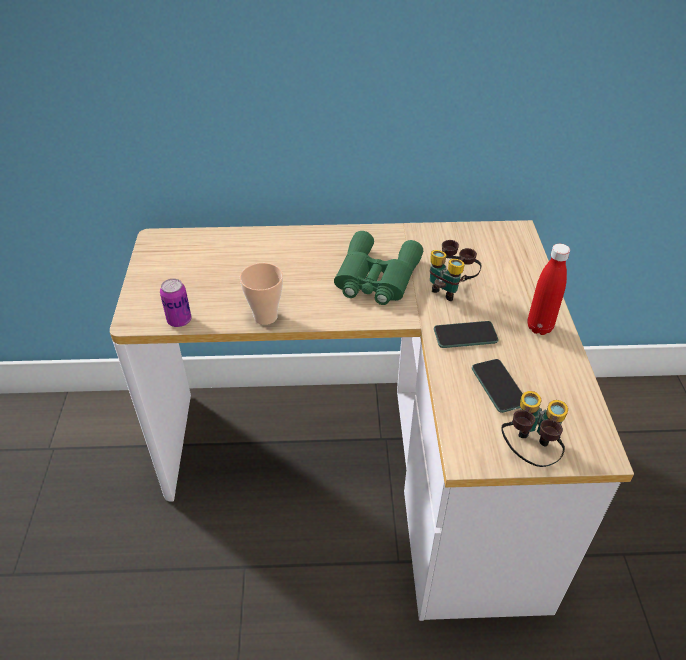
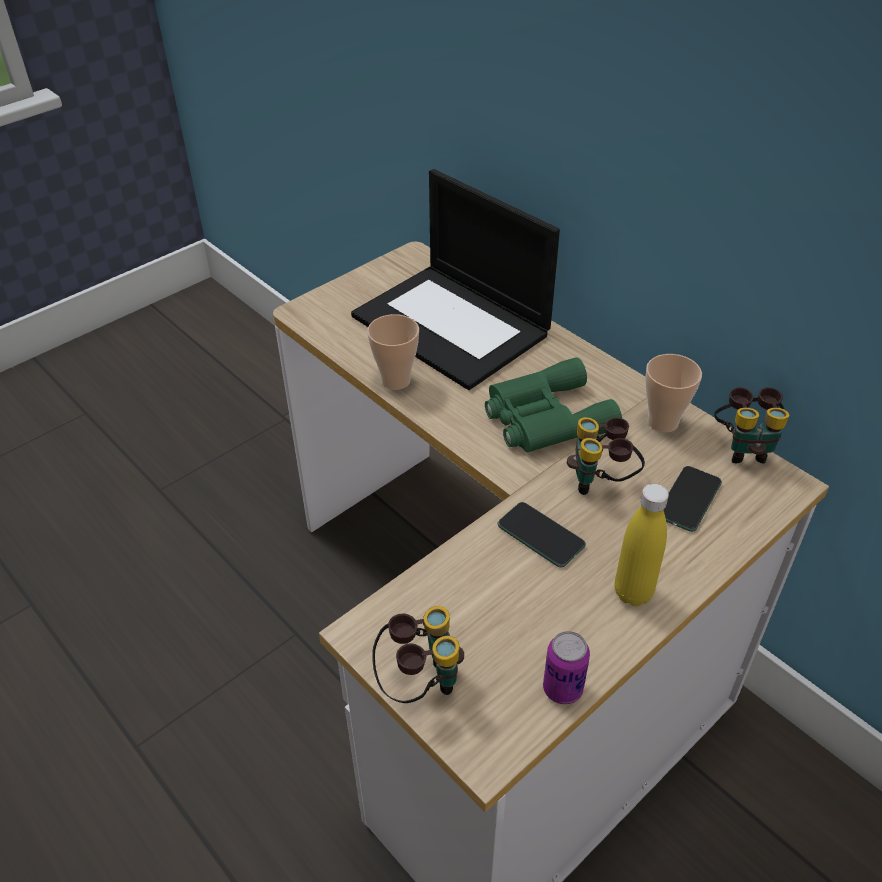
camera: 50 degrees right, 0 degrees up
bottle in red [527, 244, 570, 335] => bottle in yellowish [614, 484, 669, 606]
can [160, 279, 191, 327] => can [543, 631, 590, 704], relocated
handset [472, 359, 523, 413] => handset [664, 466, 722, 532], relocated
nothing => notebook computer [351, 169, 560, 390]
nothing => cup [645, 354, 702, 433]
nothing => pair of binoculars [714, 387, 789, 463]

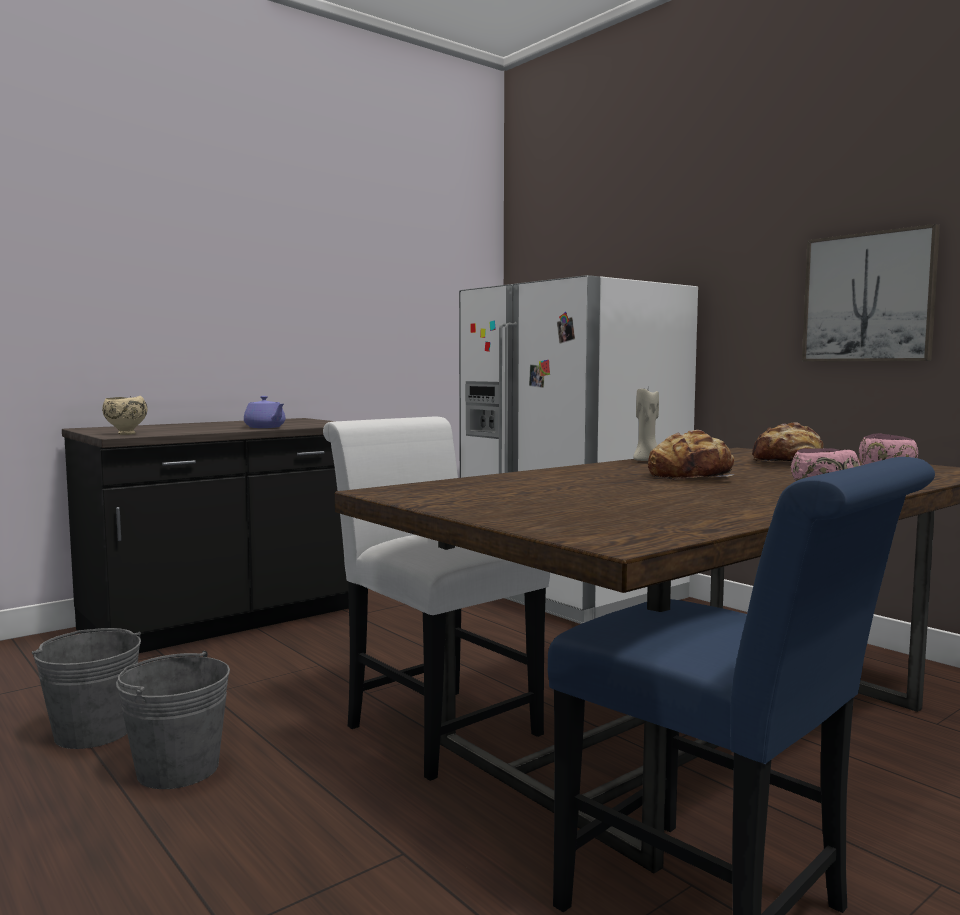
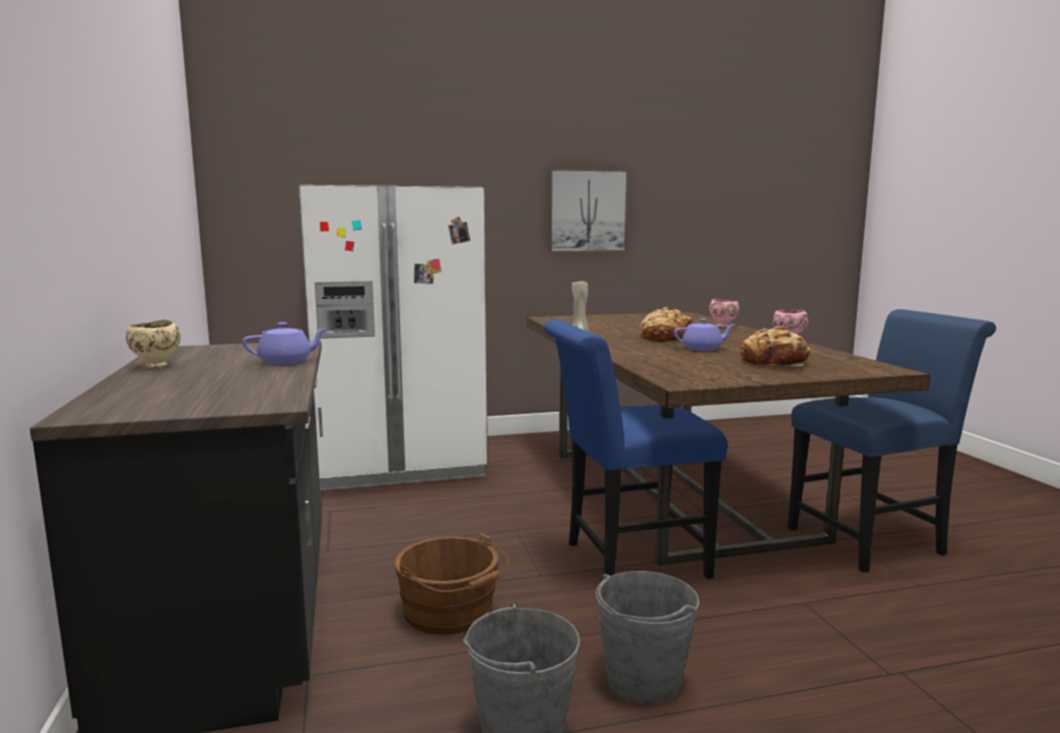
camera: 65 degrees left, 5 degrees up
deep dish in sand-coloured [102, 396, 148, 435] => deep dish in sand-coloured [126, 320, 180, 368], relocated
upright chair in white-coloured [323, 416, 550, 781] => upright chair in blue-coloured [543, 320, 727, 579]
bread [752, 422, 823, 461] => bread [740, 326, 810, 366], relocated
nothing => teapot in purple-coloured [674, 319, 735, 351]
nothing => water bucket in brown [394, 533, 509, 635]

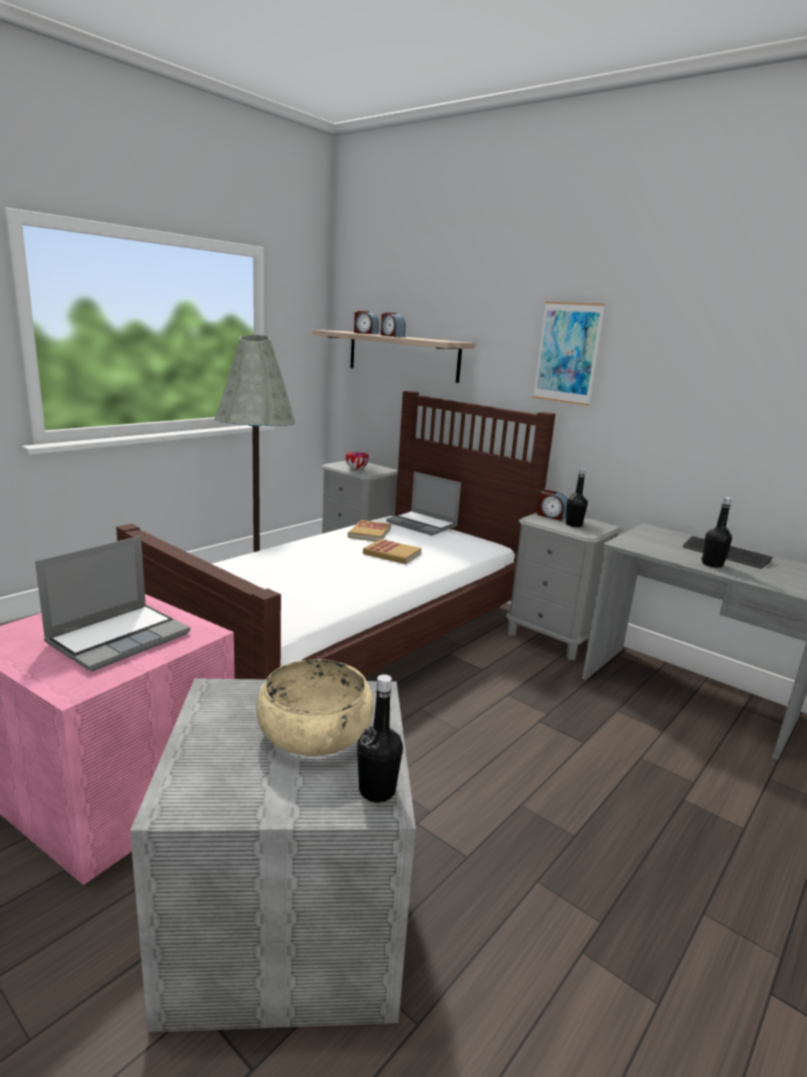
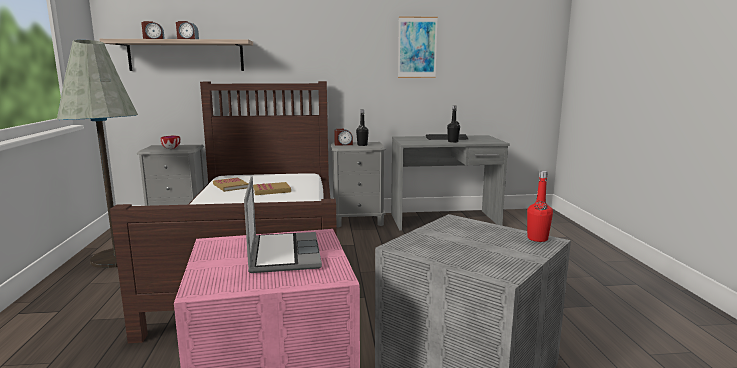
camera: 45 degrees left, 5 degrees down
picture [533, 301, 605, 406] => picture [398, 16, 438, 78], relocated
notebook computer [386, 472, 461, 536] => nothing
deep dish in sand-coloured [256, 659, 374, 756] => nothing
bottle in black [357, 674, 403, 802] => bottle in red [527, 171, 553, 242]

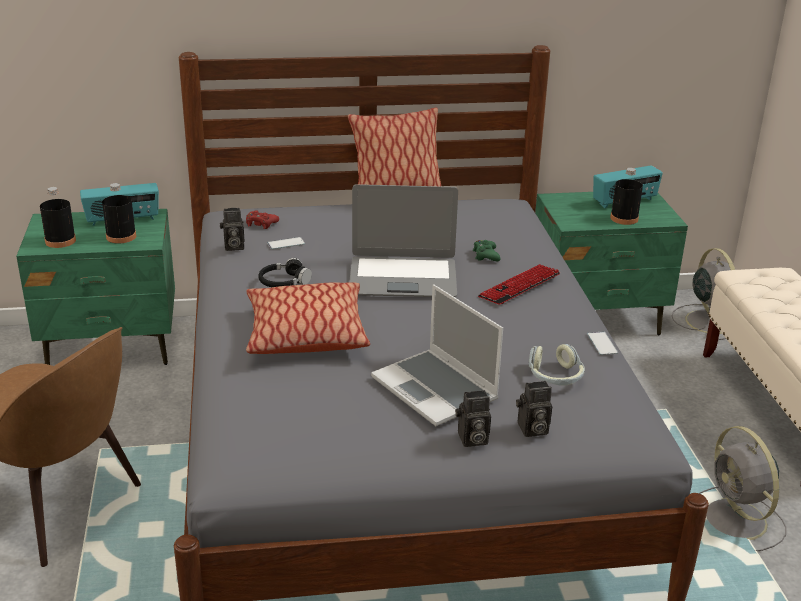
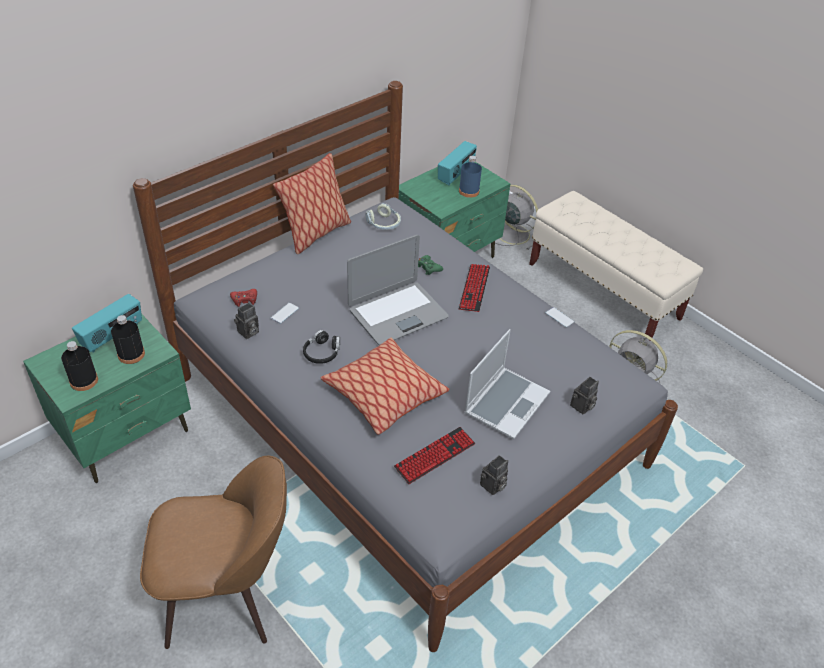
camera: 35 degrees left, 15 degrees up
bottle in black [610, 168, 643, 225] => bottle in blue-coloured [459, 156, 482, 198]
notebook computer [371, 284, 503, 426] => notebook computer [464, 329, 550, 440], 75 degrees counterclockwise
headphones [529, 344, 585, 386] => headphones [366, 203, 401, 230], relocated
photo camera [455, 390, 491, 447] => photo camera [480, 455, 508, 495], relocated
nothing => PC keyboard [394, 427, 475, 484]

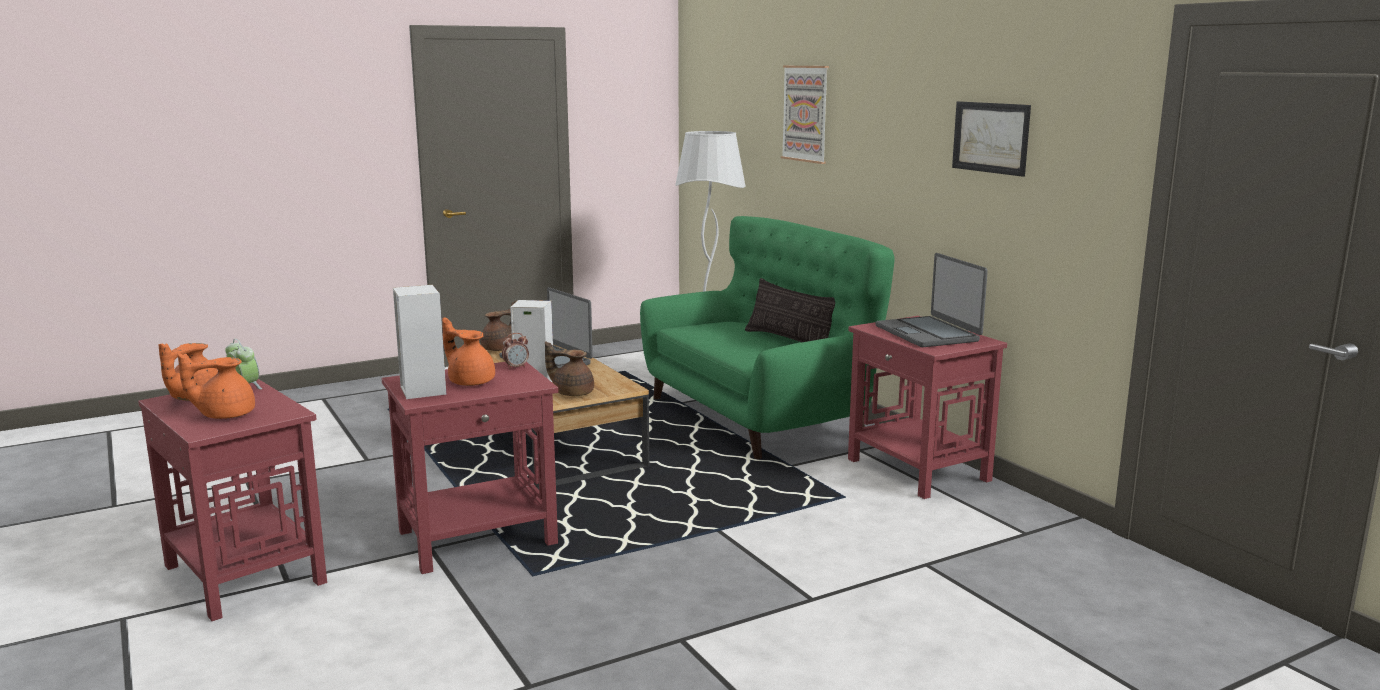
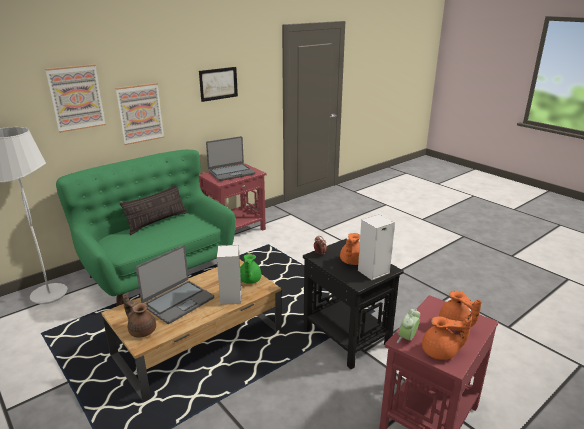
camera: 100 degrees left, 10 degrees up
teapot in brown [545, 341, 594, 396] => teapot in green [240, 254, 261, 283]
accent table in red [382, 362, 558, 574] => accent table in black [303, 239, 404, 369]
nothing => picture [115, 83, 164, 145]

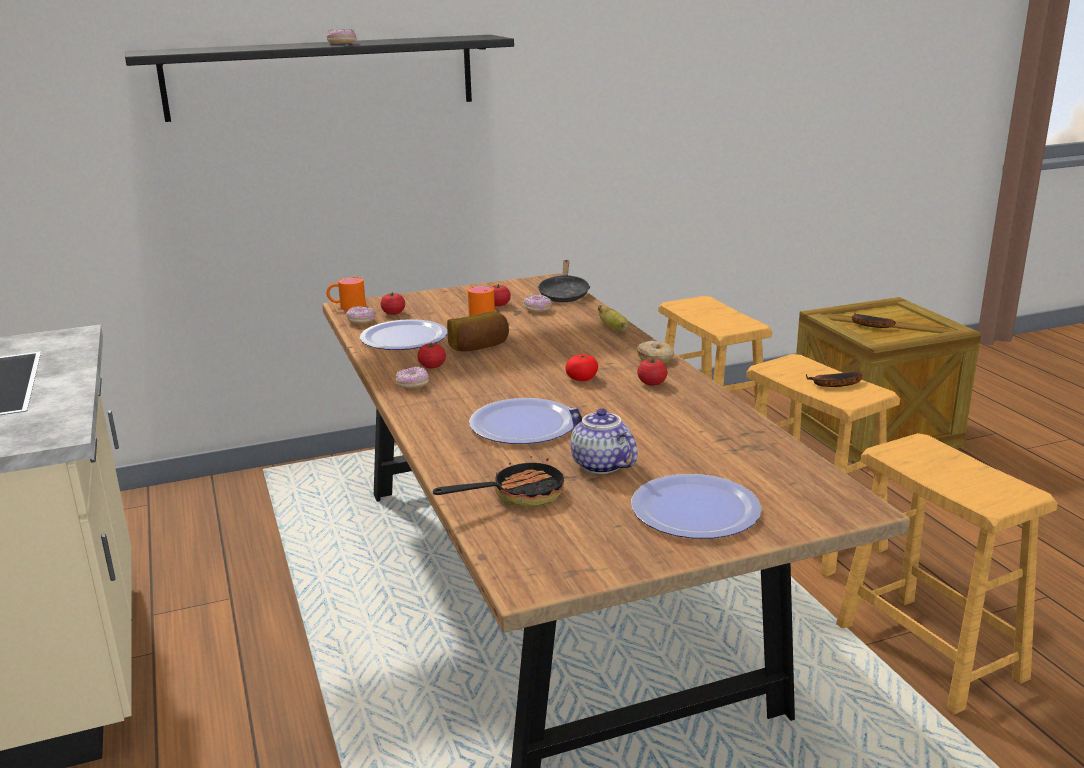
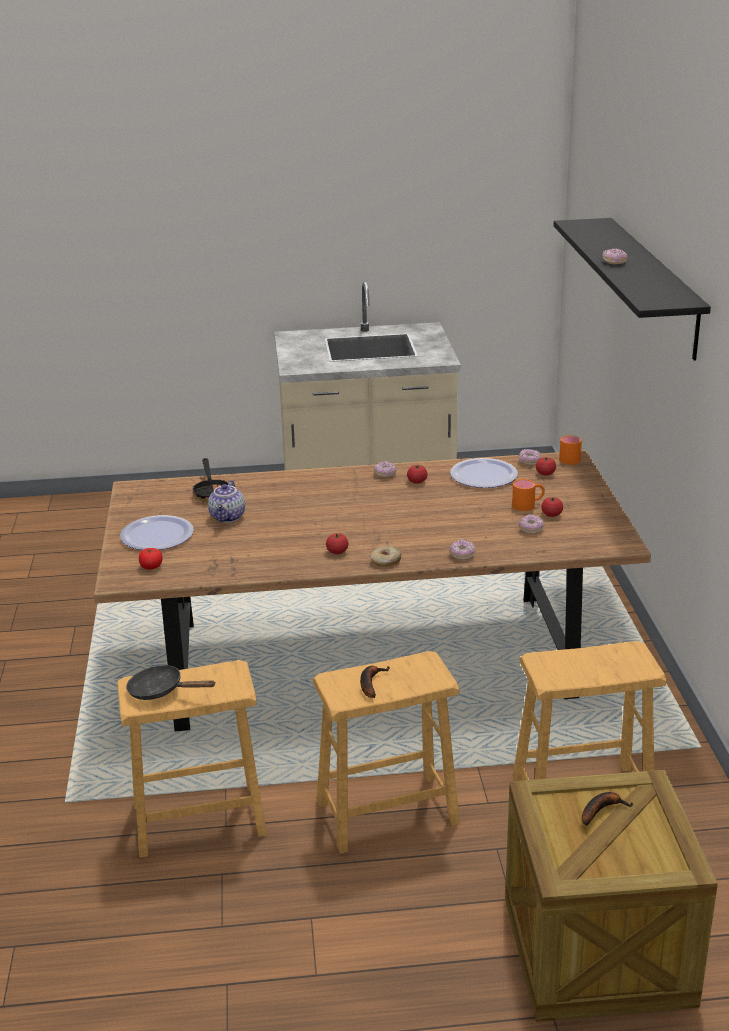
camera: 105 degrees right, 5 degrees up
pan in black [538, 260, 590, 302] => pan in black [126, 665, 216, 700], relocated
banana fruit [598, 305, 628, 332] => doughnut [449, 539, 476, 560]
bread [447, 311, 509, 352] => nothing
whole tomato [565, 354, 598, 381] => whole tomato [139, 548, 163, 570], relocated
dinner plate [469, 398, 573, 444] => nothing
teapot [568, 407, 637, 474] => teapot [208, 480, 245, 523], 120 degrees clockwise

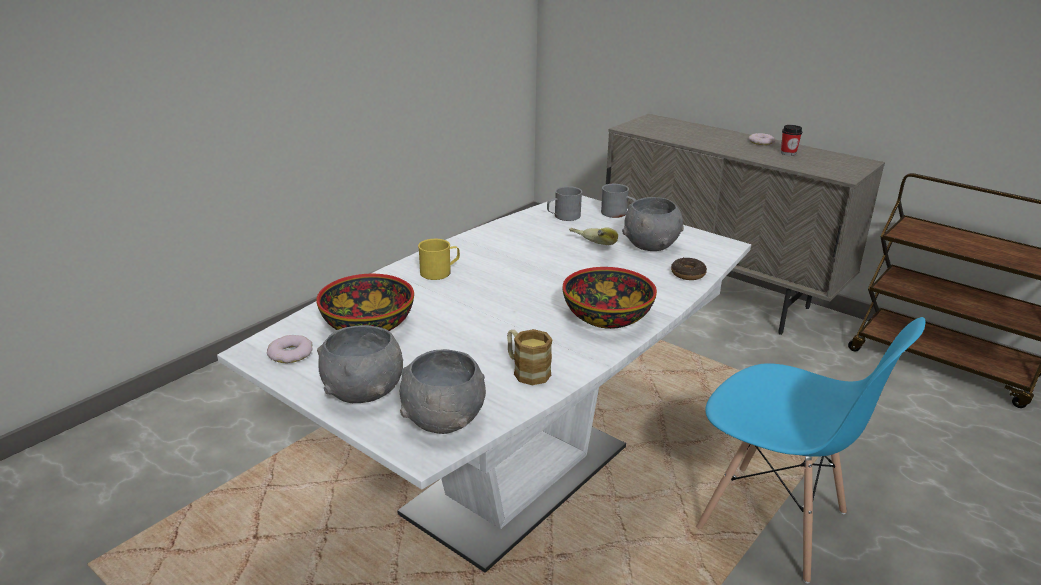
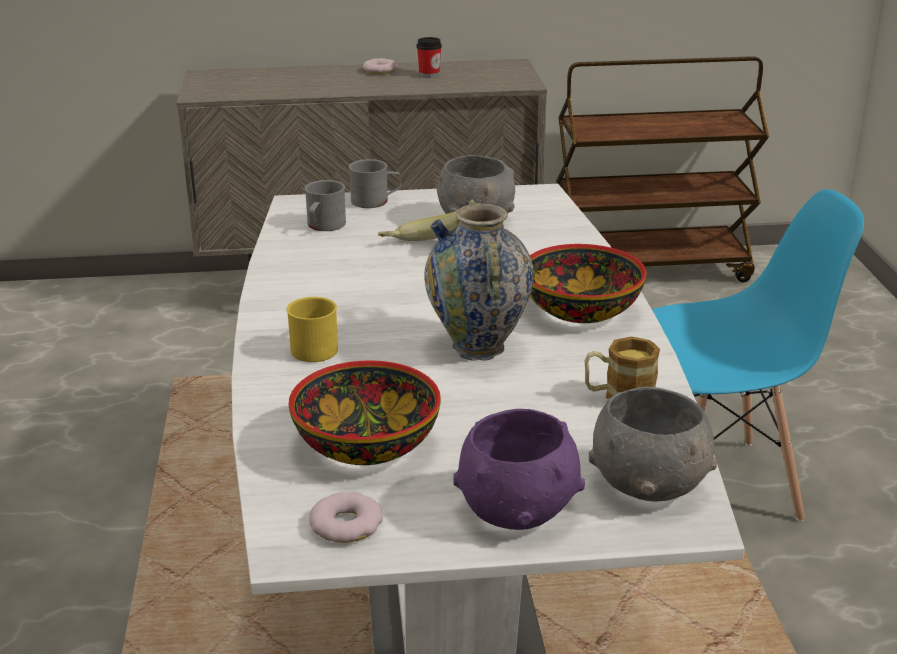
camera: 45 degrees left, 0 degrees up
doughnut [671, 257, 707, 280] => nothing
deep dish in greyish [317, 325, 403, 403] => deep dish in purple-coloured [453, 409, 585, 530]
nothing => flower vase [424, 199, 534, 361]

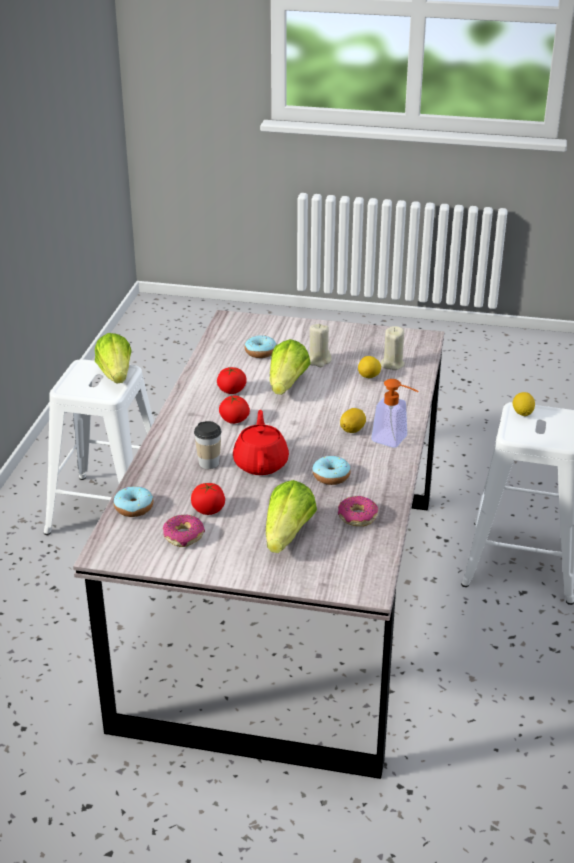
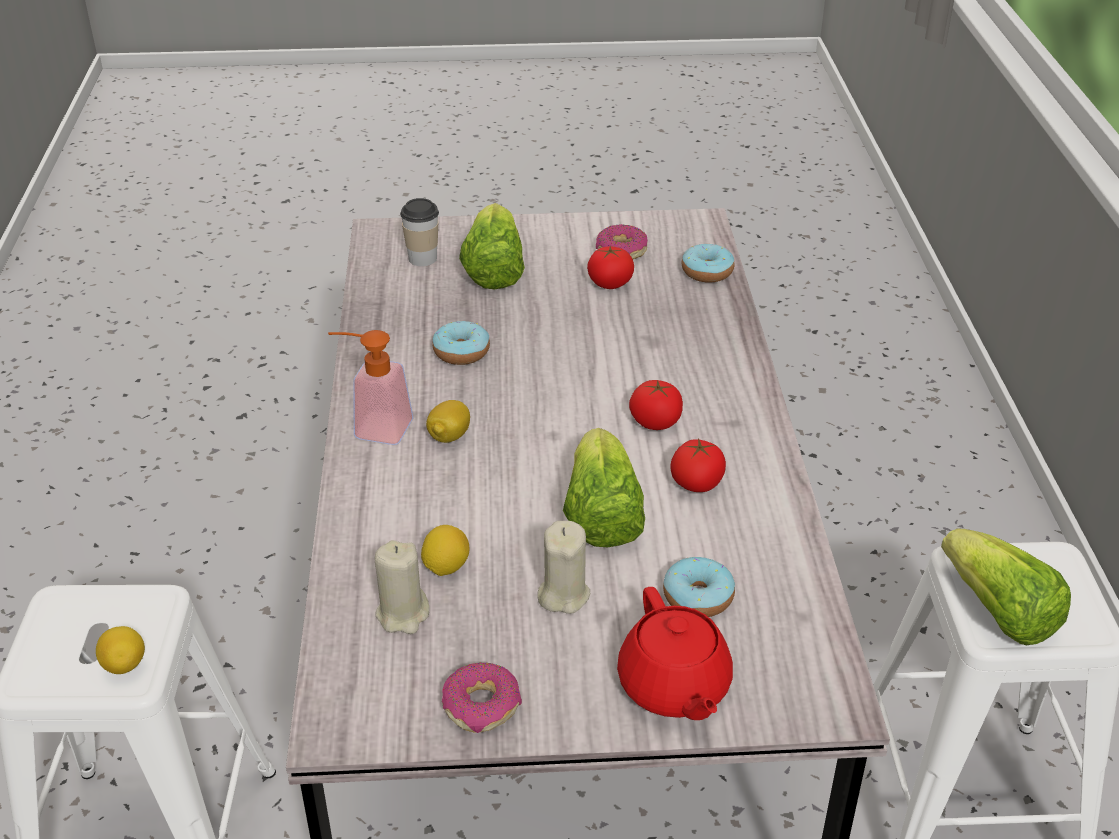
camera: 165 degrees right, 5 degrees up
teapot in red [233, 410, 289, 475] => teapot in red [617, 587, 733, 720], relocated
cup [194, 421, 222, 469] => cup [400, 198, 439, 266], relocated
doughnut [338, 496, 379, 526] => doughnut [442, 662, 522, 733], relocated

